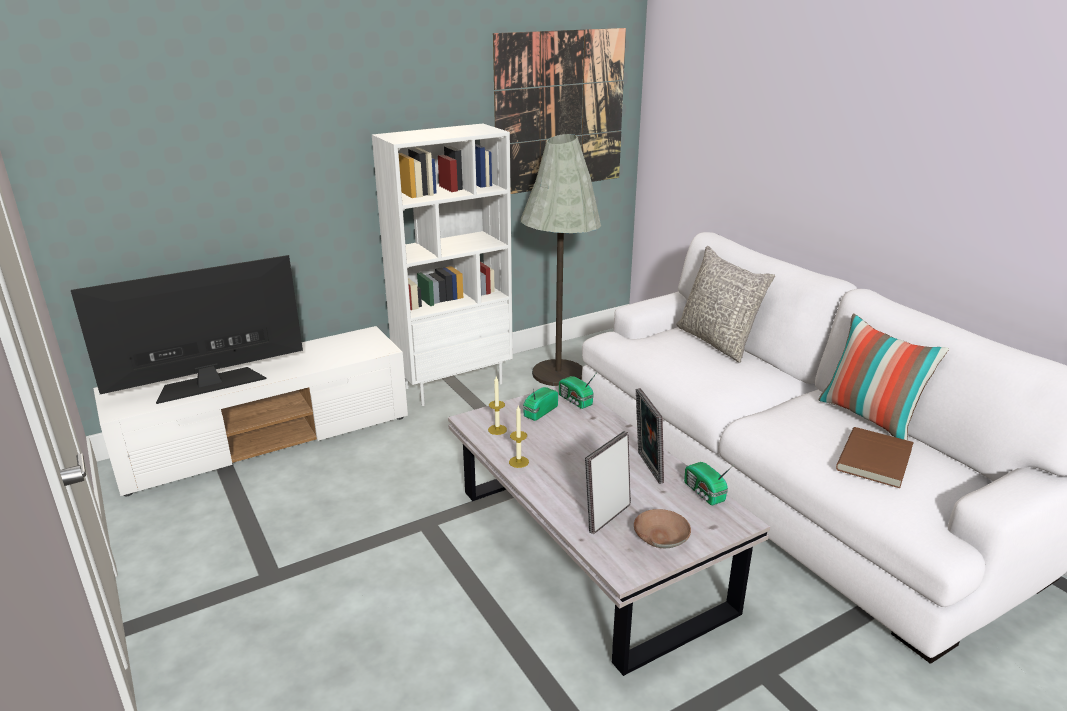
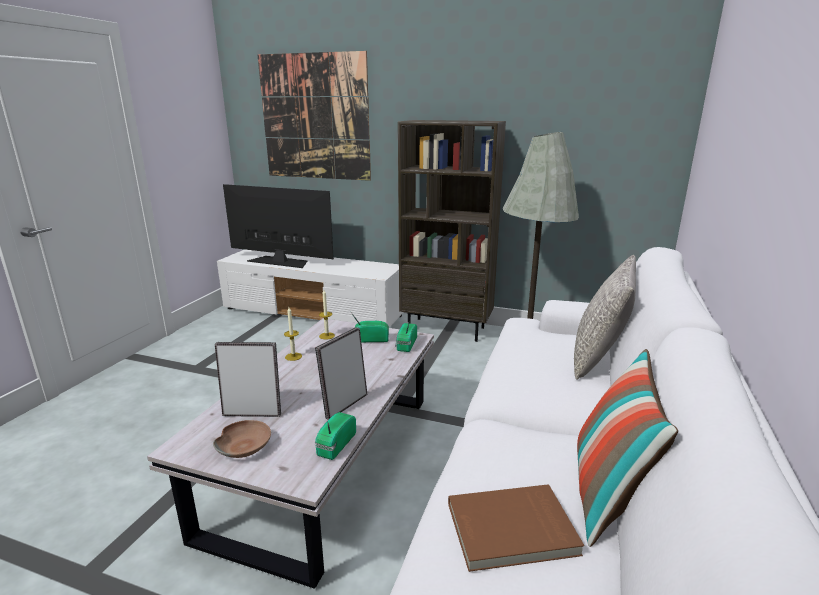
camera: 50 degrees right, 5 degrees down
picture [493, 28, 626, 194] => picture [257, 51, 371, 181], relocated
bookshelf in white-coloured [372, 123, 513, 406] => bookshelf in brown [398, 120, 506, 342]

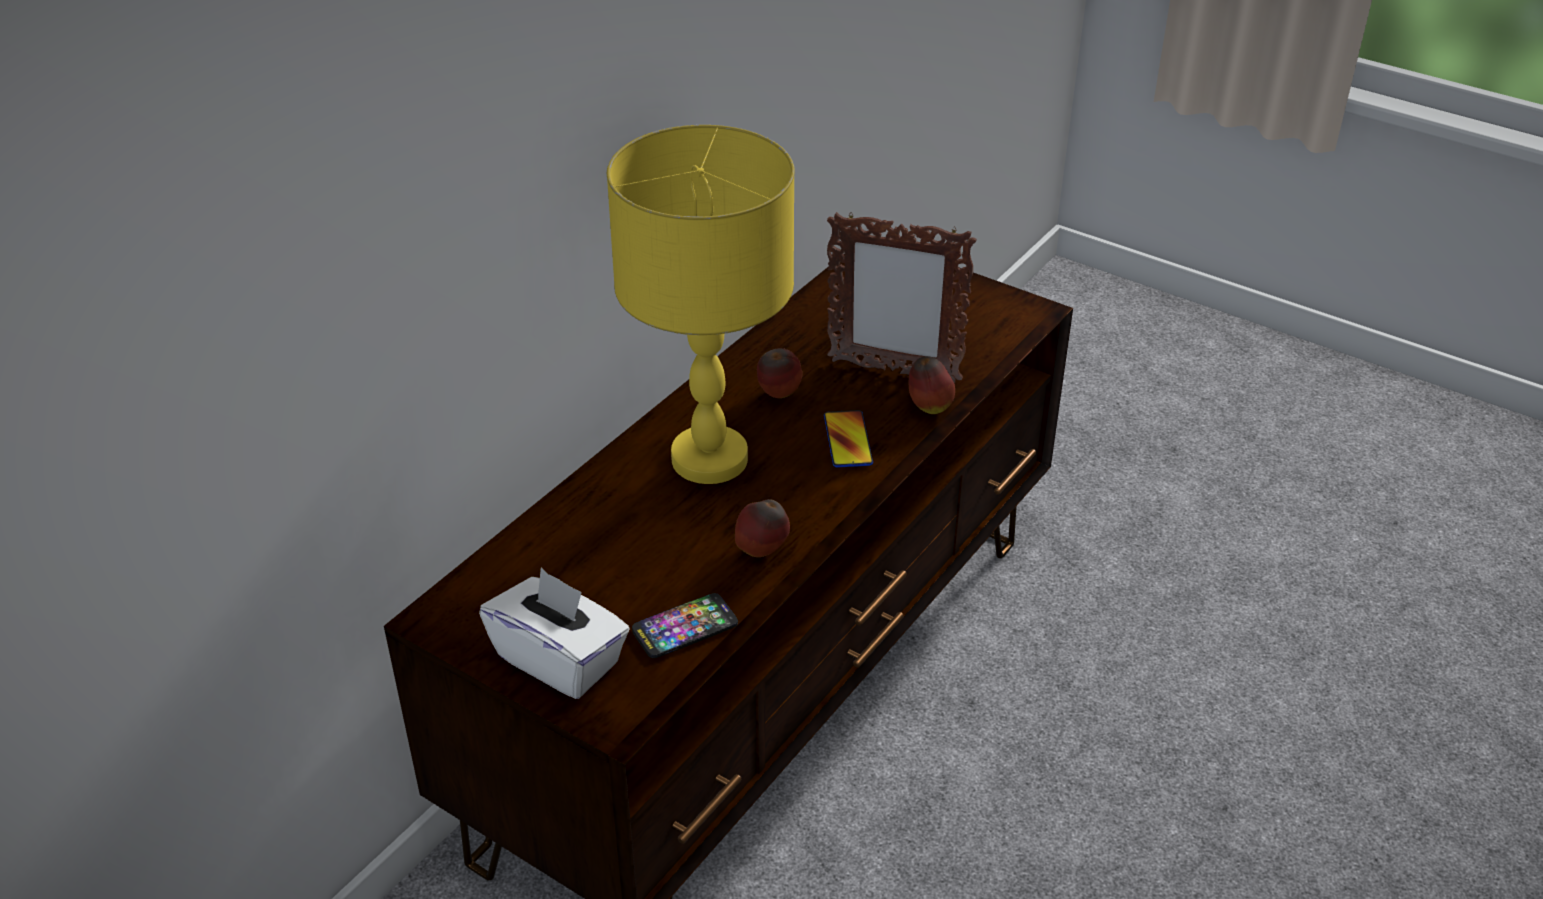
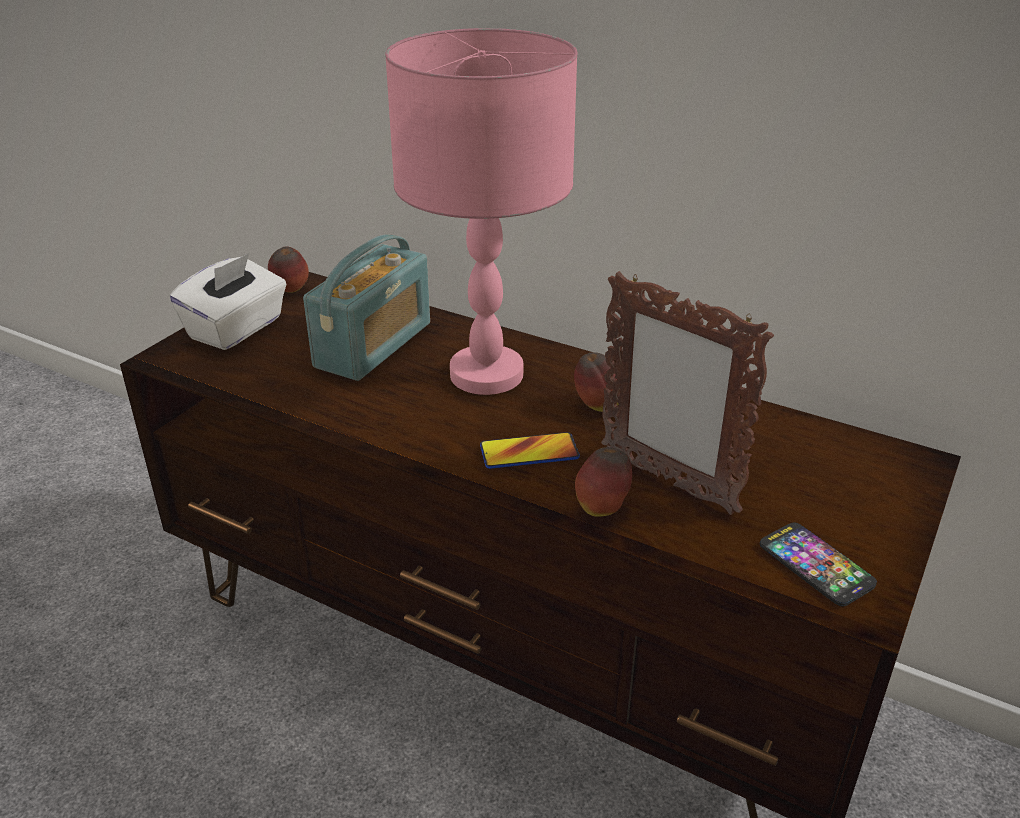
camera: 85 degrees right, 5 degrees down
tabletop lamp in yellowish [607, 125, 795, 484] => tabletop lamp in pinkish [385, 28, 578, 395]
picture frame [827, 212, 977, 384] => picture frame [601, 271, 774, 515], 60 degrees counterclockwise
apple [735, 499, 790, 557] => apple [268, 246, 309, 293], relocated
handset [632, 593, 738, 658] => handset [760, 522, 877, 606], relocated
nothing => radio [303, 235, 430, 381]

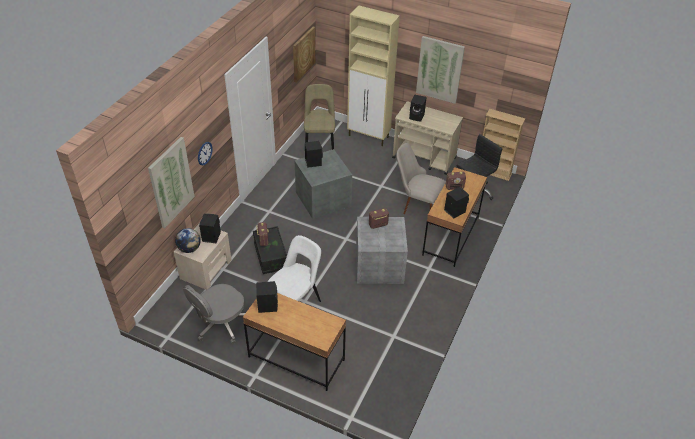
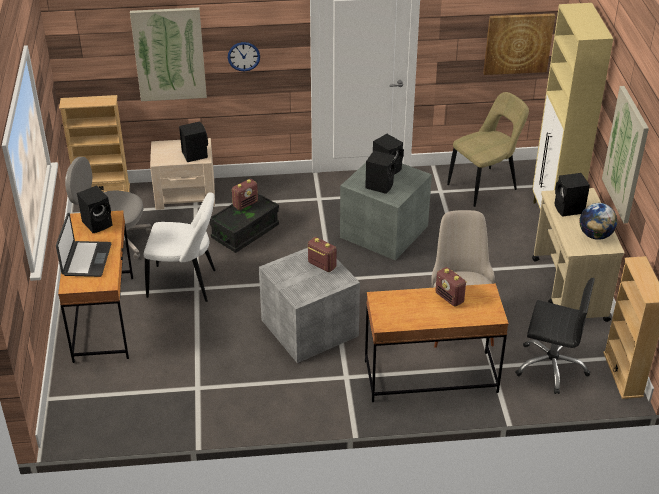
camera: 60 degrees right, 5 degrees down
audio speaker in black [444, 187, 469, 218] => audio speaker in black [365, 151, 396, 194], relocated
world globe [175, 228, 201, 253] => world globe [579, 203, 617, 240], relocated
nothing => bookshelf in sand-coloured [59, 95, 130, 192]
nothing => notebook computer [56, 213, 111, 277]

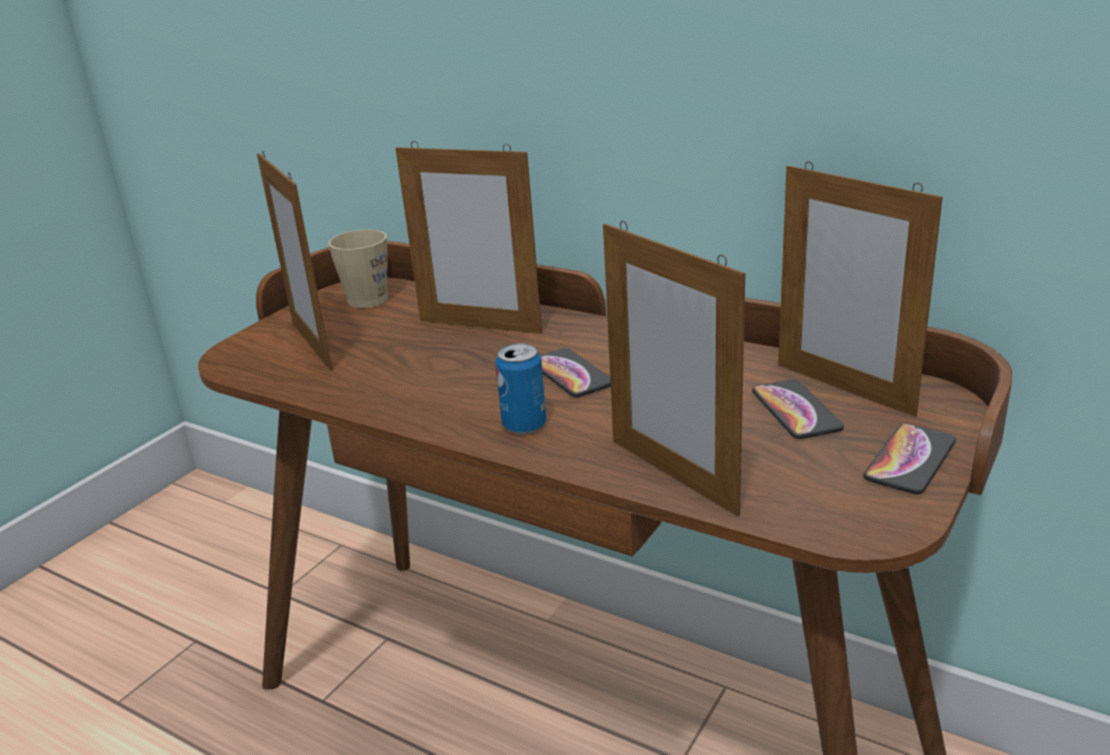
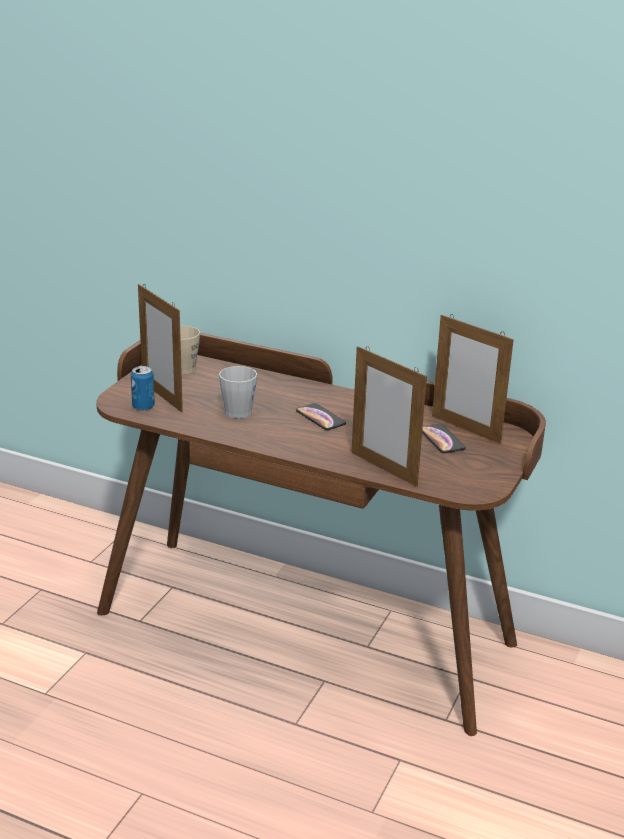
camera: 10 degrees left, 0 degrees up
picture frame [395, 141, 542, 334] => nothing
can [495, 343, 546, 434] => can [131, 366, 155, 411], relocated
handset [863, 423, 956, 494] => nothing
nothing => tea mug in greyish [219, 366, 257, 419]

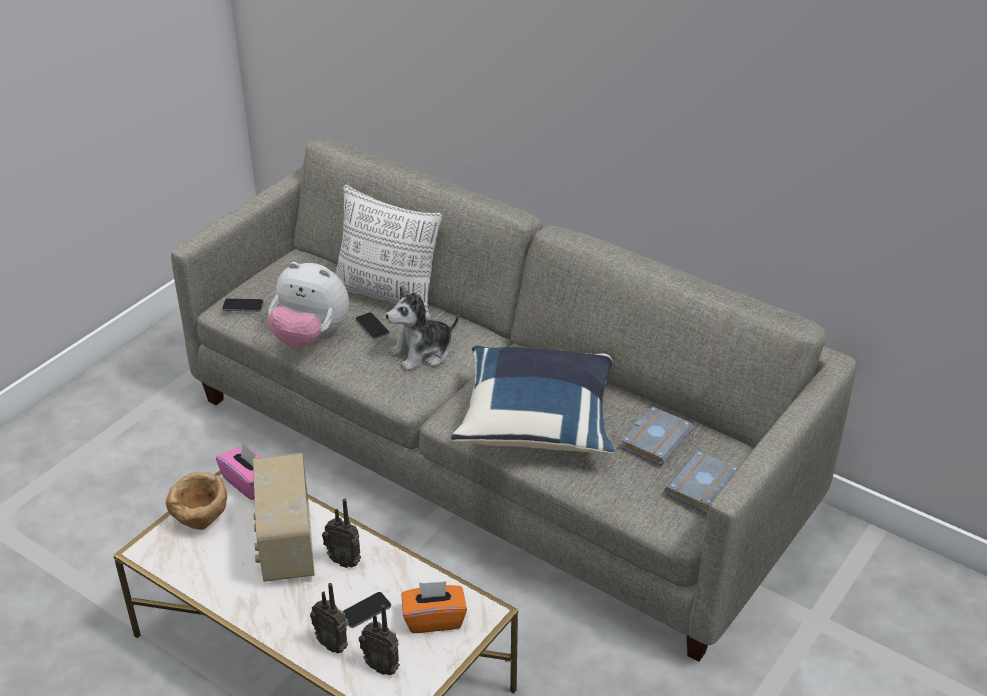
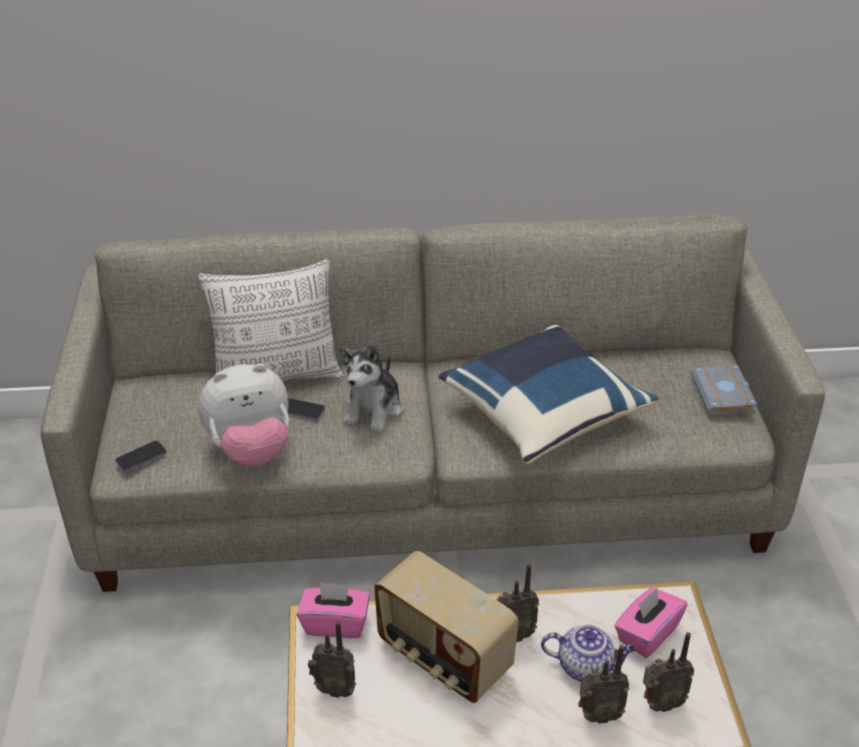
camera: 40 degrees left, 0 degrees up
bound book in greyish [621, 406, 694, 466] => nothing
deep dish in brown [166, 472, 227, 530] => radio [308, 621, 356, 698]
box of tissues in orangey [401, 581, 467, 633] => box of tissues in pinkish [614, 587, 687, 658]
handset [343, 592, 391, 628] => teapot [541, 625, 636, 682]

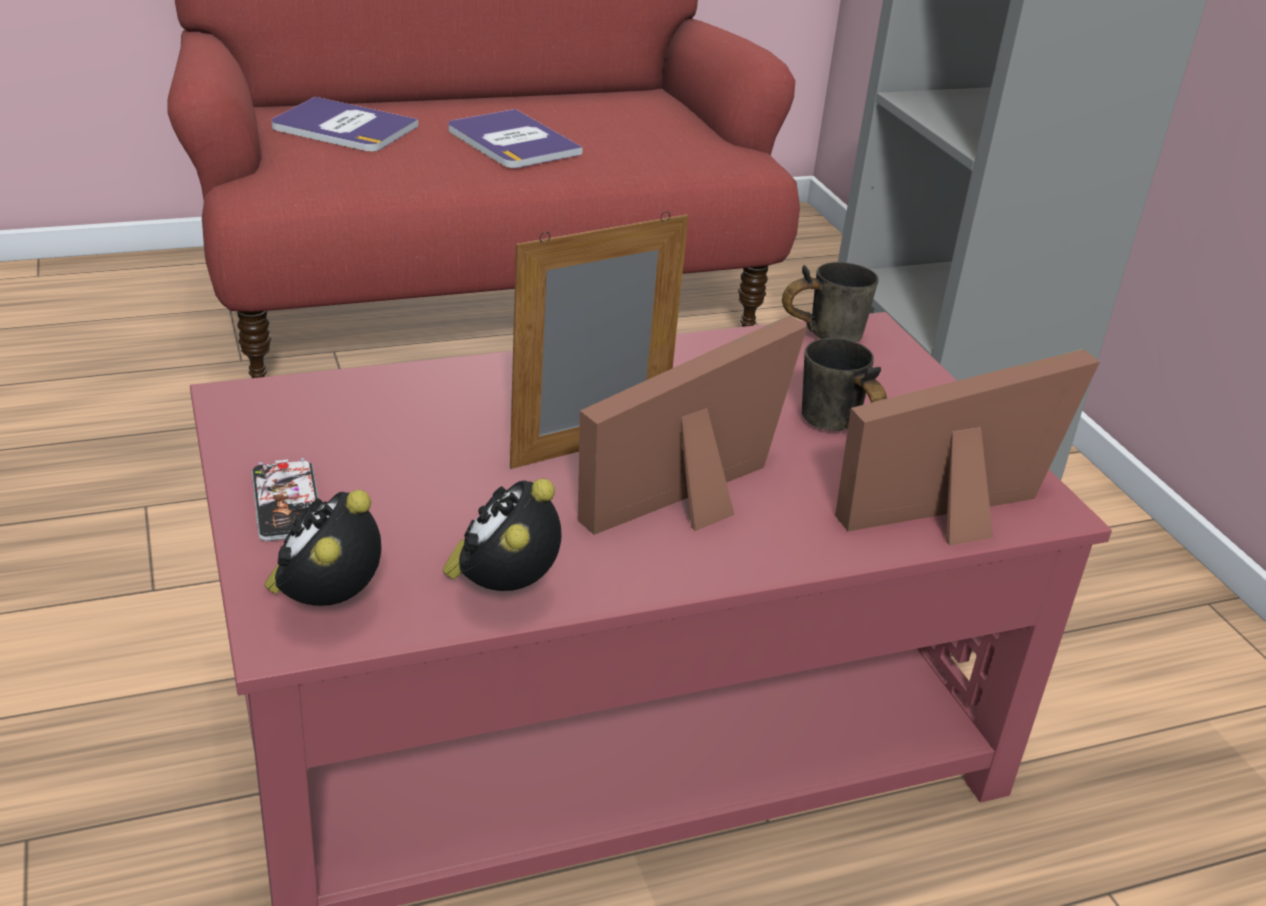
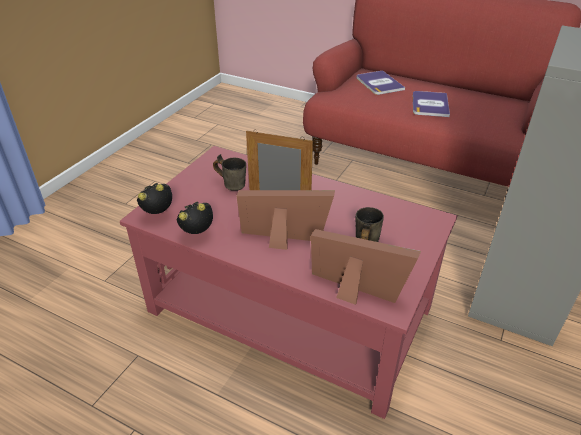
camera: 50 degrees right, 5 degrees up
tea mug in greyish [782, 262, 879, 342] => tea mug in greyish [213, 154, 246, 191], relocated
handset [252, 458, 318, 541] => nothing

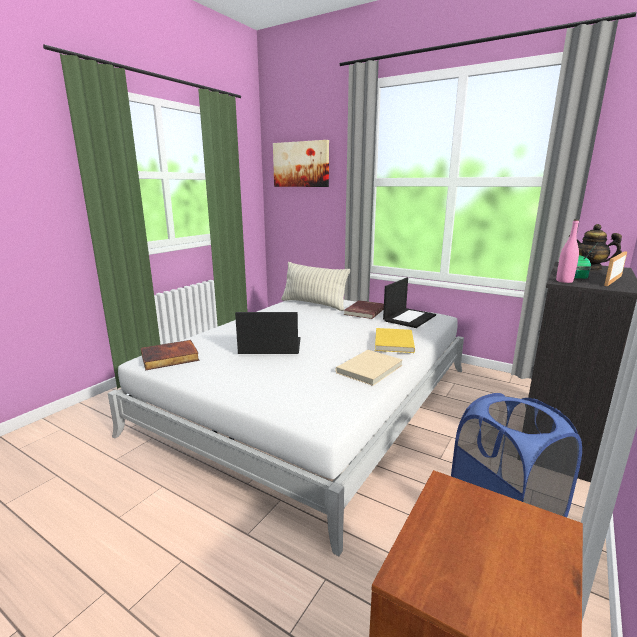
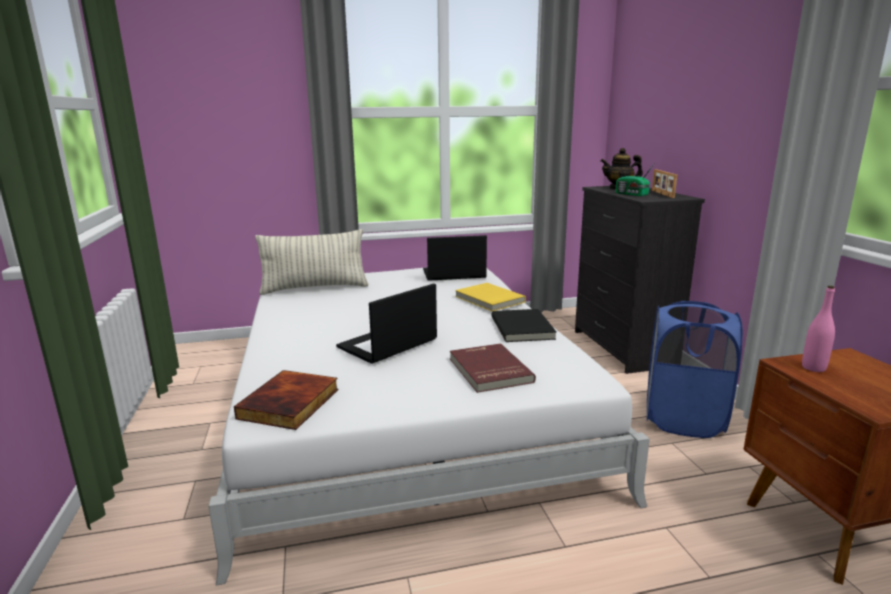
camera: 45 degrees left, 0 degrees up
picture [273, 140, 329, 187] => nothing
bottle in pinkish [556, 219, 579, 283] => bottle in pinkish [802, 286, 835, 372], relocated
notebook computer [383, 278, 436, 328] => notebook computer [423, 235, 487, 281], 90 degrees counterclockwise
bound book in red [344, 300, 384, 319] => bound book in red [450, 343, 536, 393], relocated
bound book in sand-coloured [335, 350, 403, 386] => bound book in black [492, 309, 556, 342]

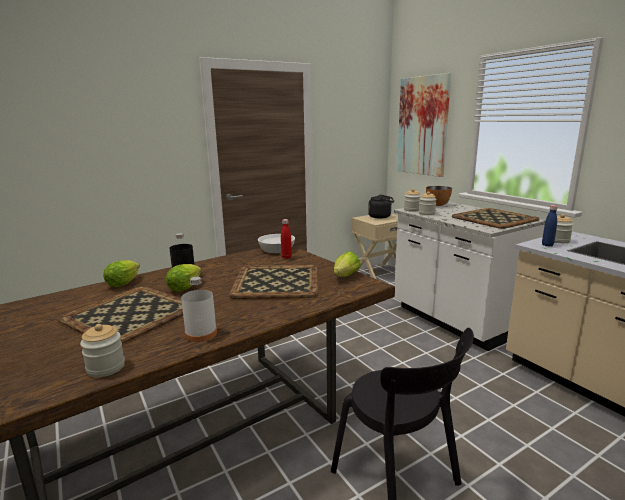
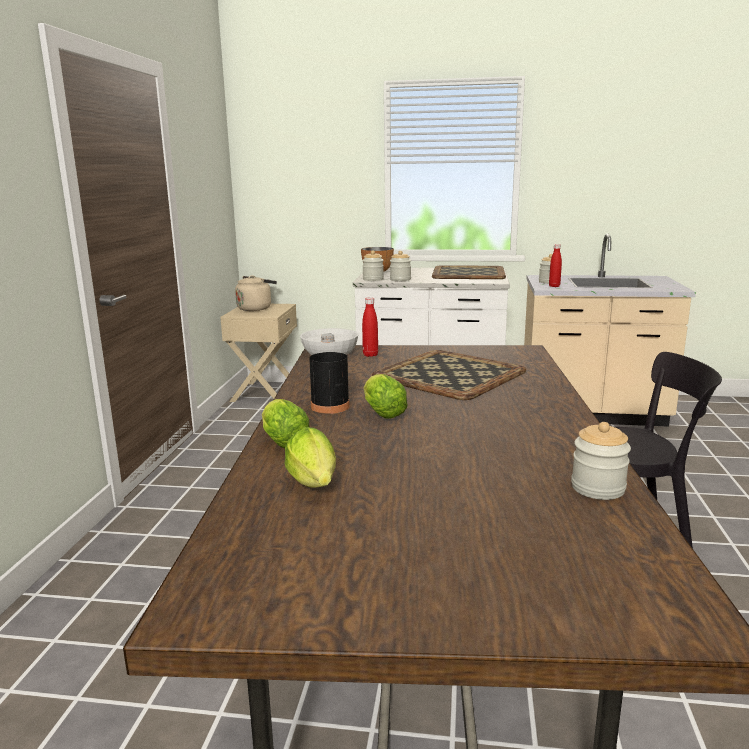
camera: 50 degrees left, 0 degrees up
picture [397, 73, 451, 177] => nothing
tea kettle in black [368, 194, 394, 218] => tea kettle in sand-coloured [235, 275, 277, 311]
bottle in blue-coloured [542, 205, 558, 247] => bottle in red [549, 244, 562, 287]
lettuce [334, 251, 360, 277] => lettuce [285, 427, 336, 488], relocated
bottle in white-coloured [181, 277, 217, 342] => nothing
serving tray [58, 287, 183, 344] => nothing

